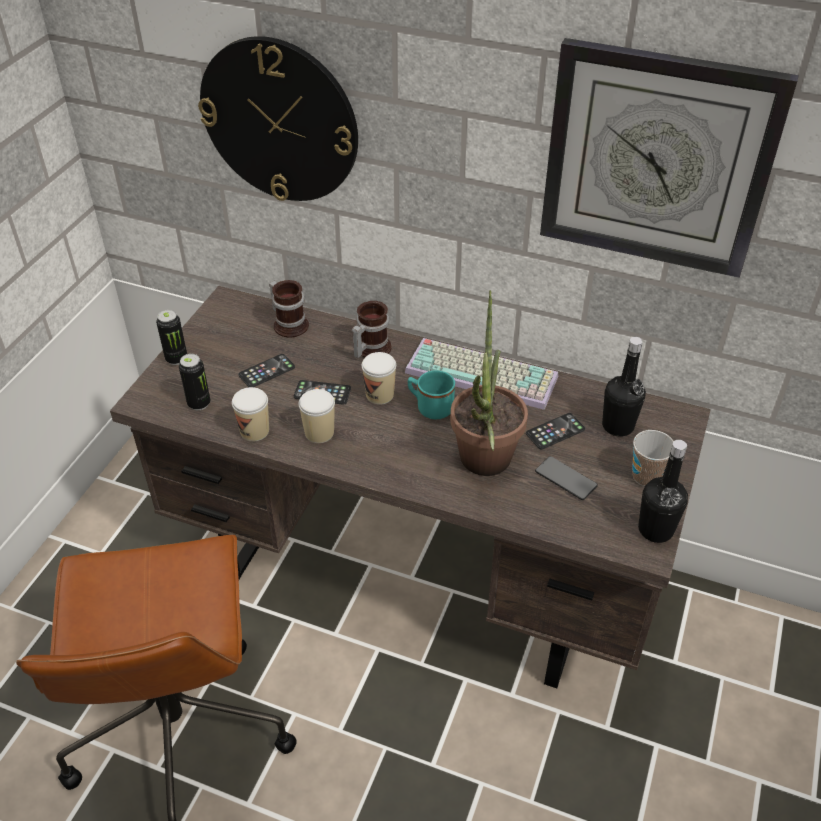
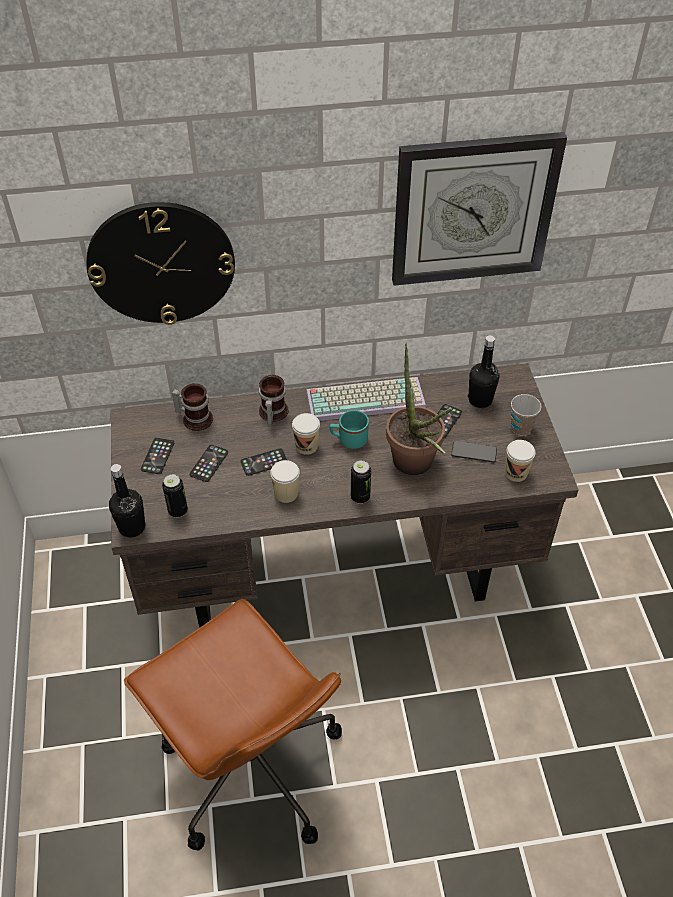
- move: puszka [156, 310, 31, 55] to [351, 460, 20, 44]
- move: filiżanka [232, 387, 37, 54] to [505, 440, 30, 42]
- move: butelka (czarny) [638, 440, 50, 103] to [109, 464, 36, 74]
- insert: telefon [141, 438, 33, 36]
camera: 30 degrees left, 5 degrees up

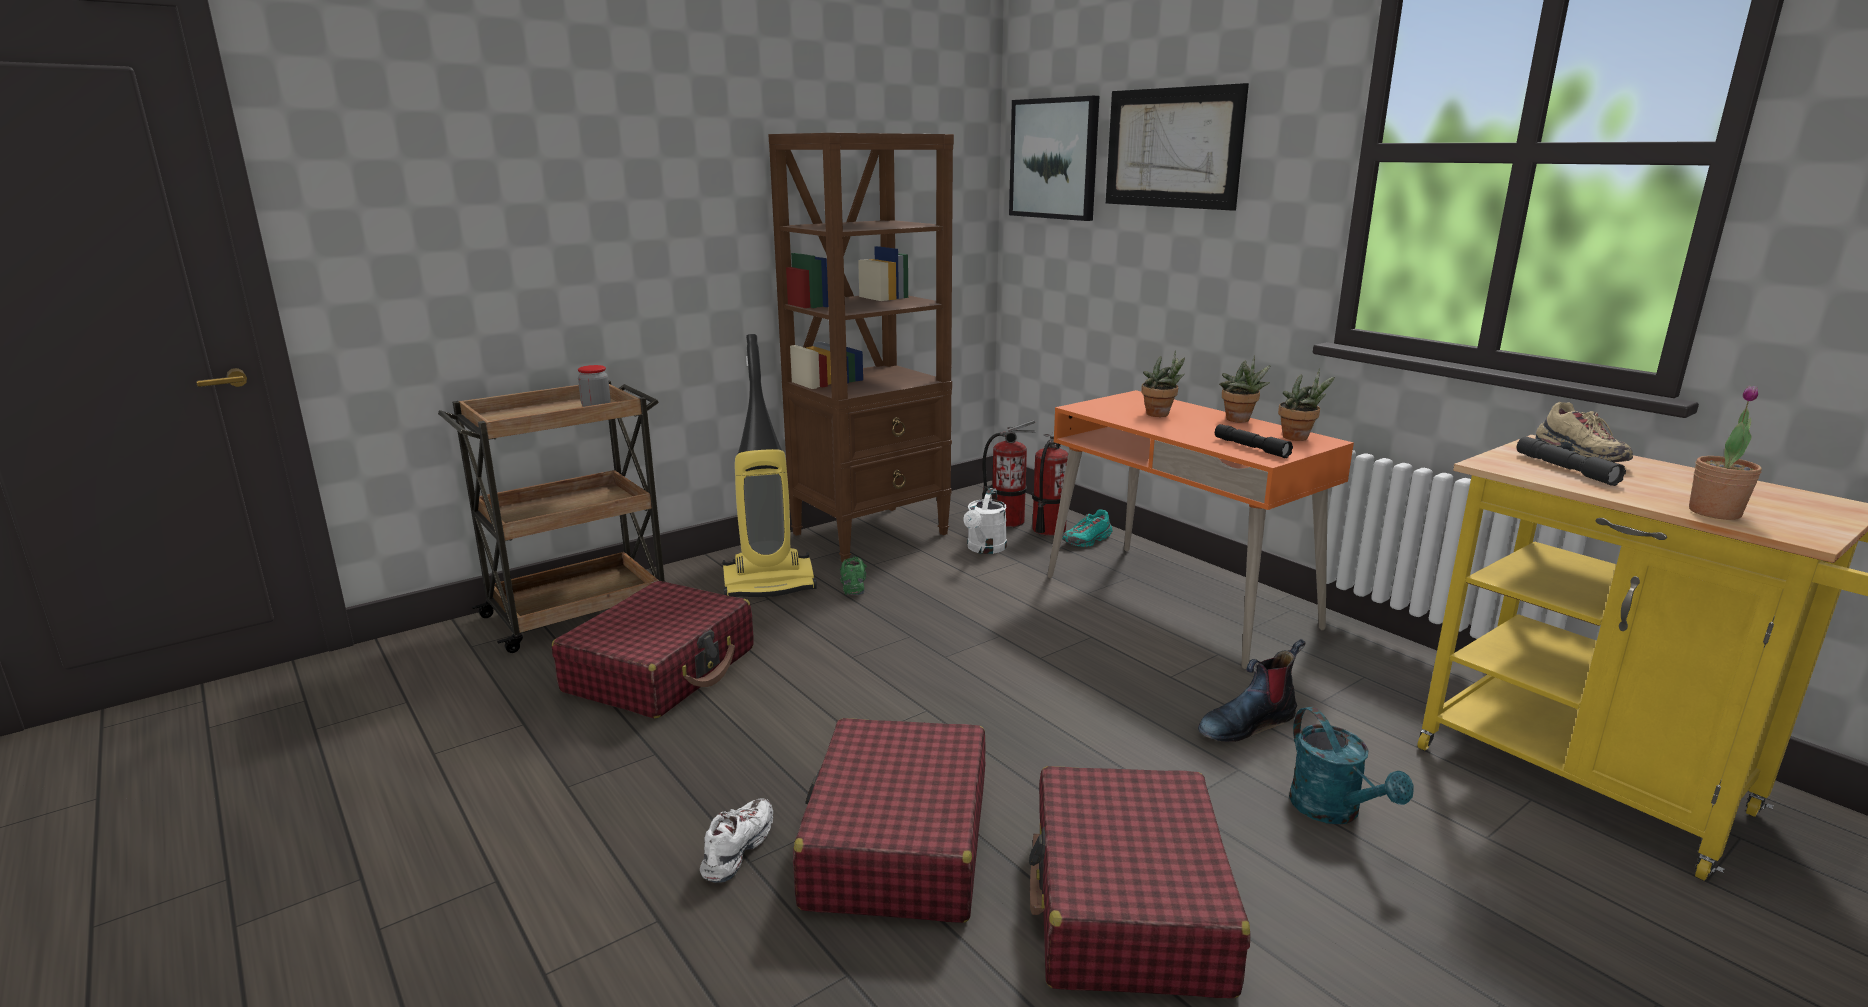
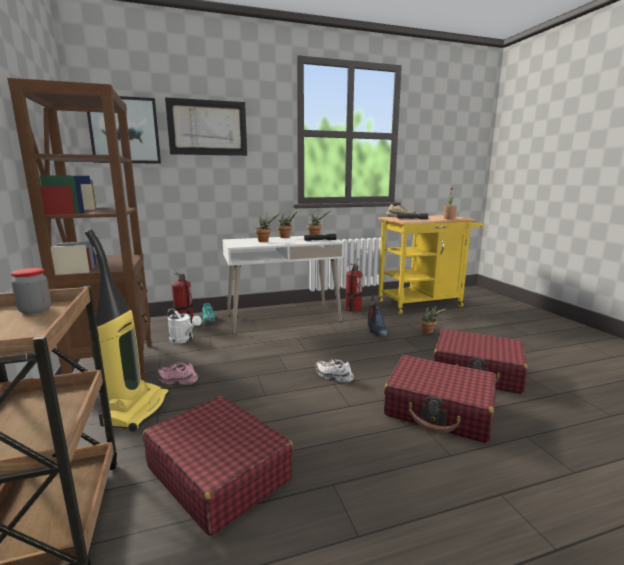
- recolor: biurko (pomarańczowy) [1047, 390, 307, 279] to biurko (biały) [223, 236, 121, 98]
- move: gaśnica [982, 420, 54, 107] to [345, 258, 18, 54]
- recolor: but (zielony) [840, 556, 27, 39] to but (różowy) [157, 362, 41, 23]
- replace: konewka (turkusowy) [1289, 707, 125, 117] to roślina doniczkowa [420, 305, 26, 29]
- move: but (biały) [700, 799, 73, 84] to [315, 359, 39, 24]
camera: 70 degrees left, 5 degrees down

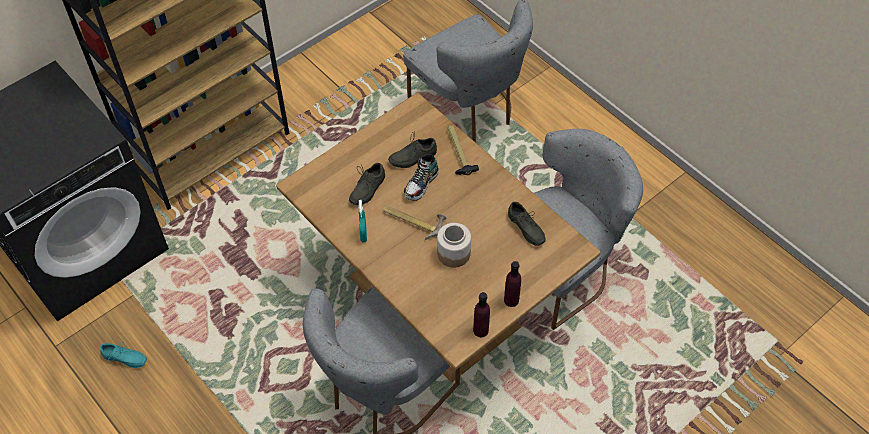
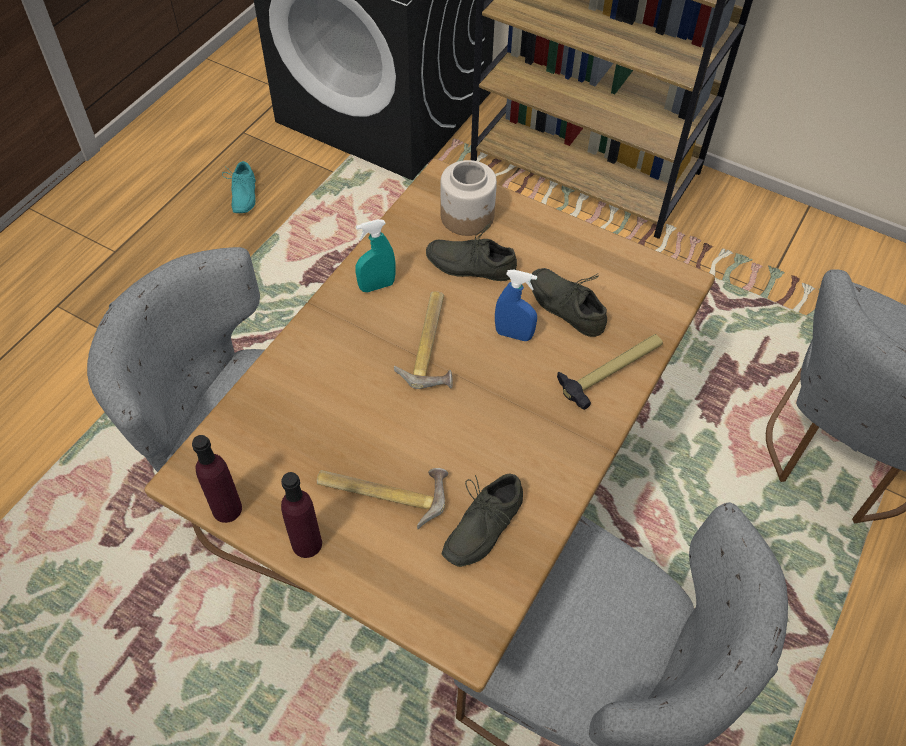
- replace: but [404, 154, 35, 47] to spryskiwacz (niebieski) [495, 270, 42, 71]
- move: słoik [437, 223, 34, 45] to [440, 160, 57, 76]
- insert: młotek [317, 468, 131, 61]
camera: 70 degrees right, 0 degrees up

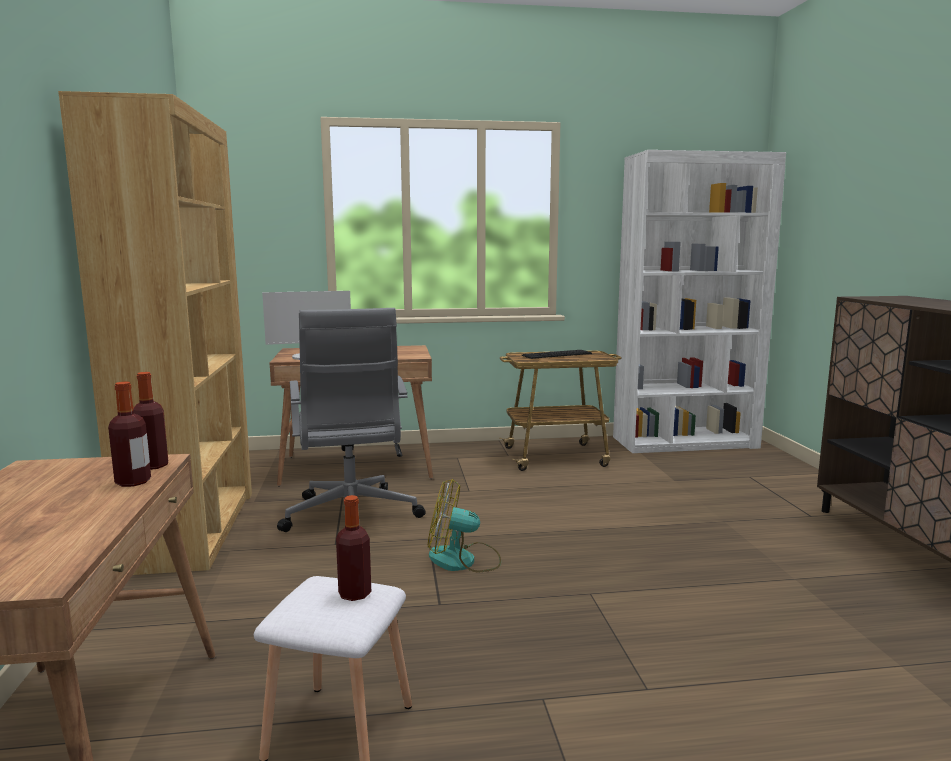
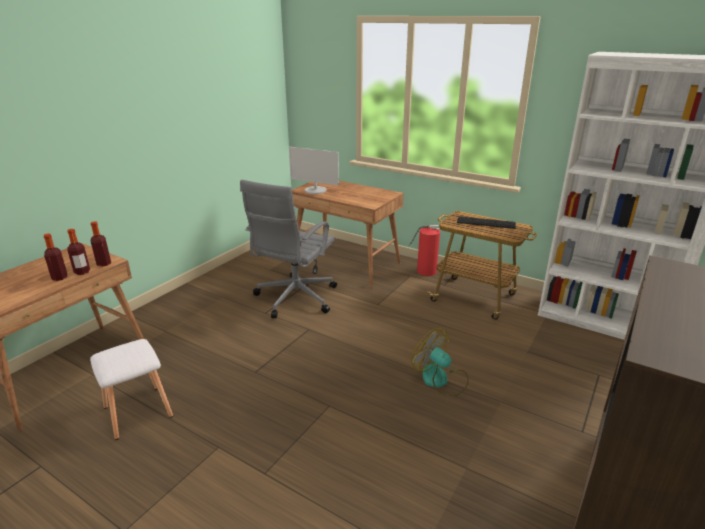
- delete: regał (brązowy) [58, 91, 194, 484]
- move: wentylator [428, 479, 73, 94] to [411, 328, 58, 68]
- move: butelka [336, 495, 35, 106] to [44, 233, 24, 48]
- insert: gaśnica [409, 225, 31, 51]
camera: 40 degrees right, 15 degrees up

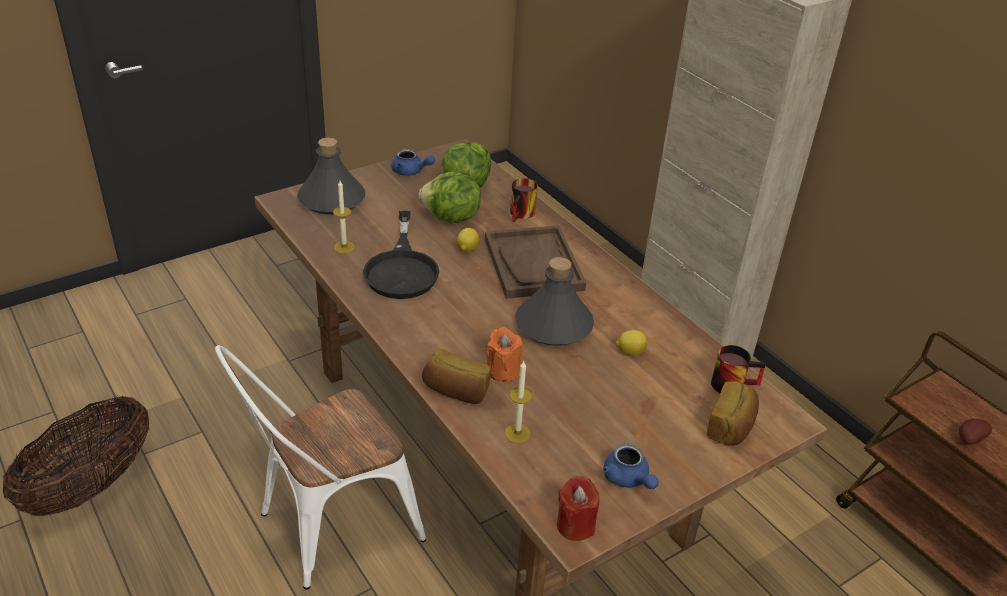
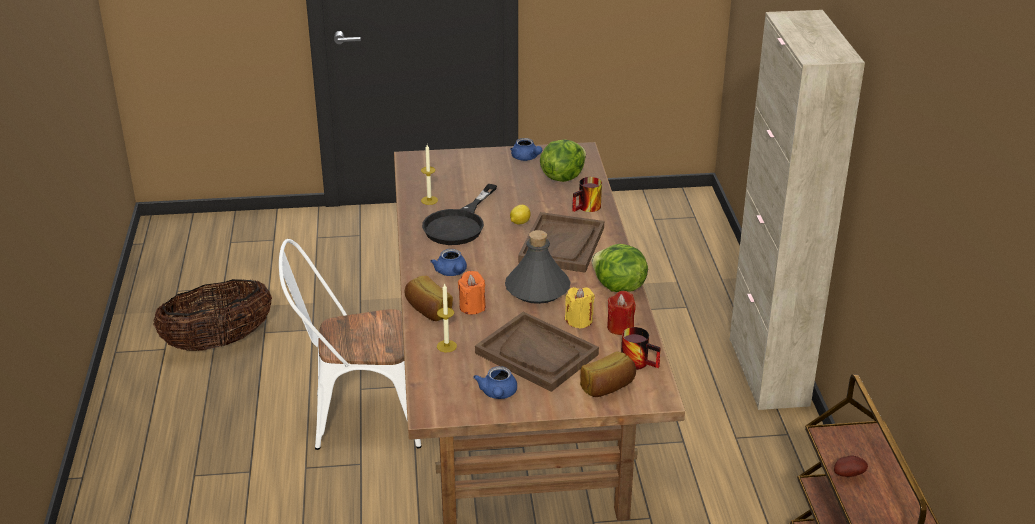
- delete: butelka (szary) [297, 138, 68, 76]
- move: sałata [419, 172, 62, 51] to [592, 244, 56, 48]
- replace: cytryna [616, 330, 31, 26] to świeca (żółty) [565, 287, 30, 42]
- move: świeca (czerwony) [557, 476, 42, 65] to [607, 291, 29, 44]
- insert: imbryk (niebieski) [430, 249, 37, 27]
- insert: taca (brązowy) [475, 312, 124, 80]
camera: 30 degrees right, 5 degrees down

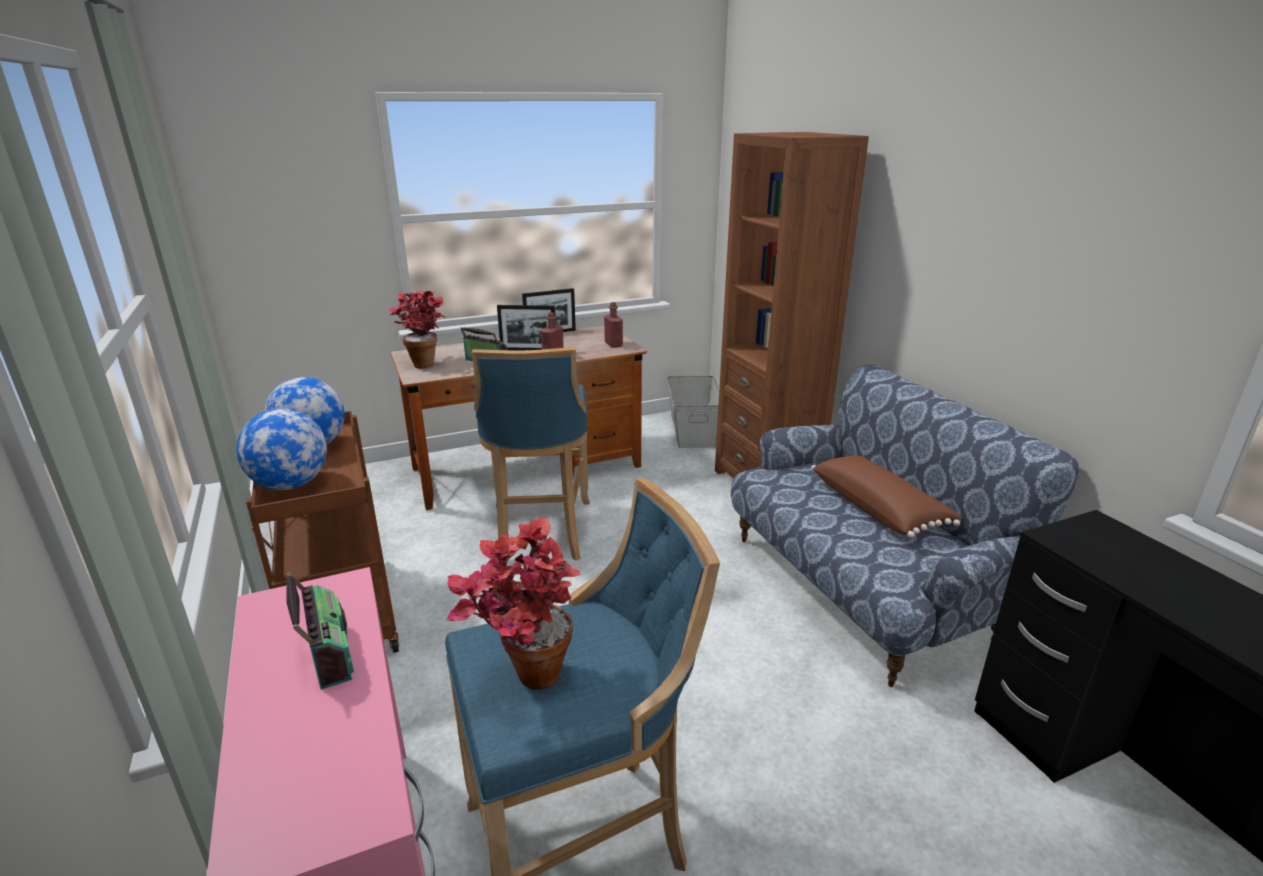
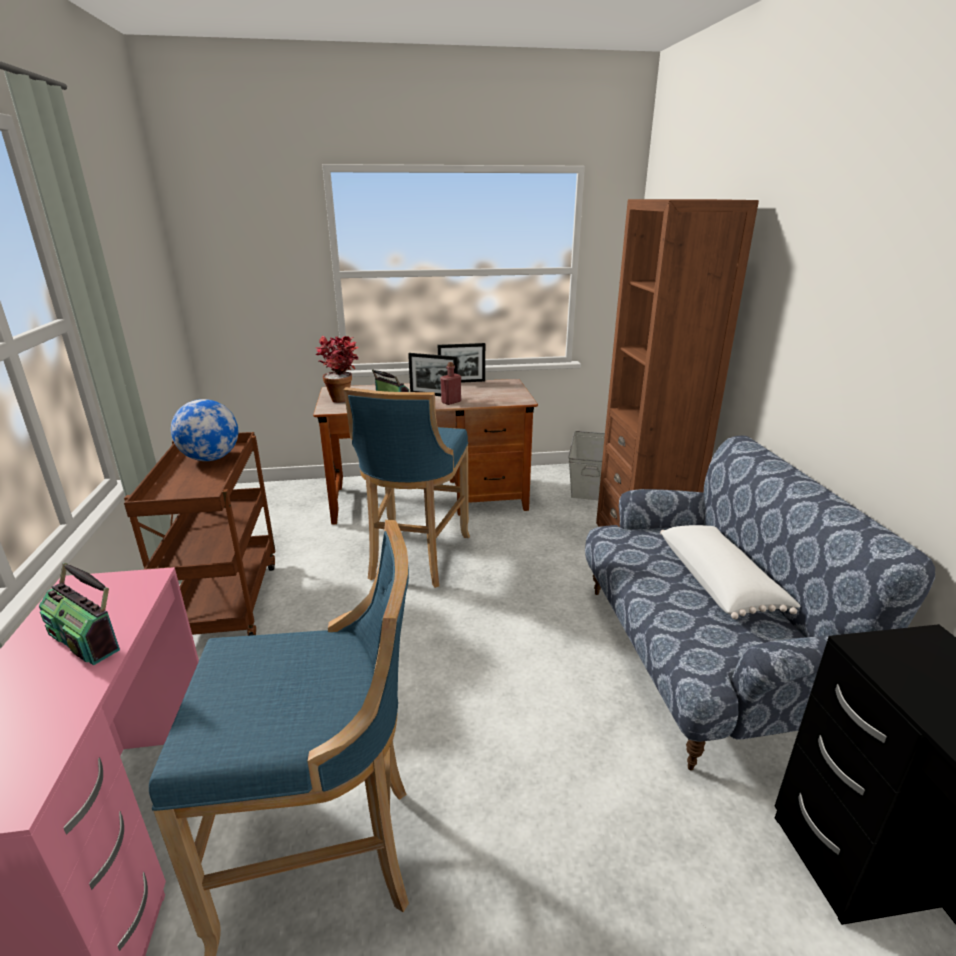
- delete: butelka (czerwony) [604, 302, 19, 46]
- delete: globus [236, 408, 91, 82]
- recolor: poduszka (brązowy) [811, 456, 151, 82] to poduszka (biały) [660, 525, 140, 94]
- delete: roślina doniczkowa [447, 518, 134, 172]
- rotate: radio [286, 572, 68, 118] = [39, 563, 81, 103] 135 degrees clockwise
camera: 15 degrees right, 0 degrees up

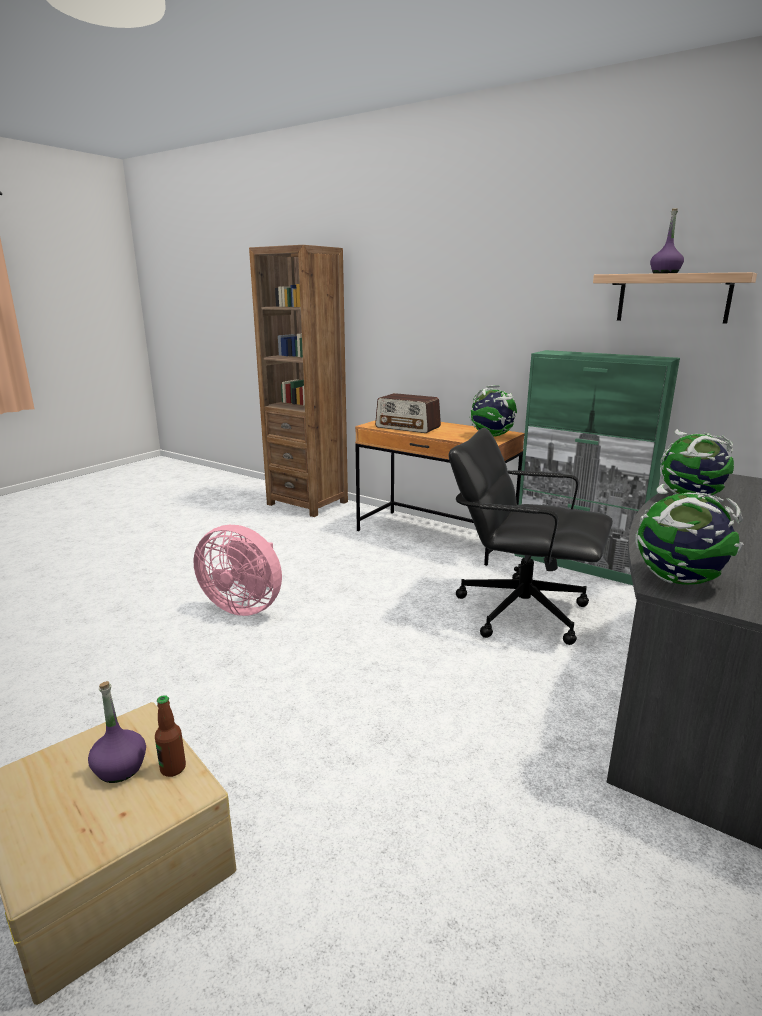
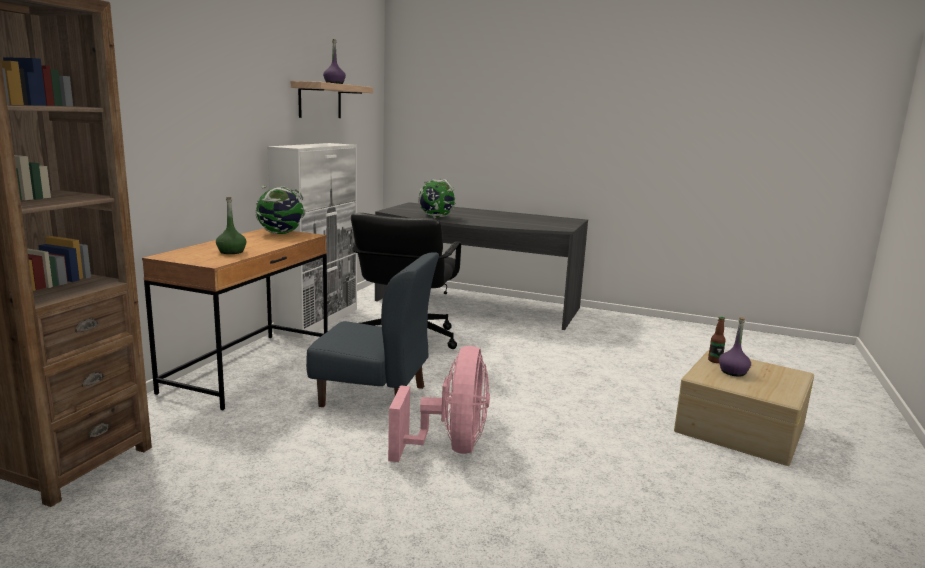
- recolor: szafka (zielony) [514, 350, 166, 235] to szafka (biały) [267, 143, 90, 195]
- replace: radio [375, 393, 66, 40] to butelka (zielony) [216, 197, 31, 57]
- delete: globus [635, 484, 109, 101]
- insert: krzesło (niebieski) [306, 252, 133, 155]
camera: 105 degrees left, 5 degrees down

